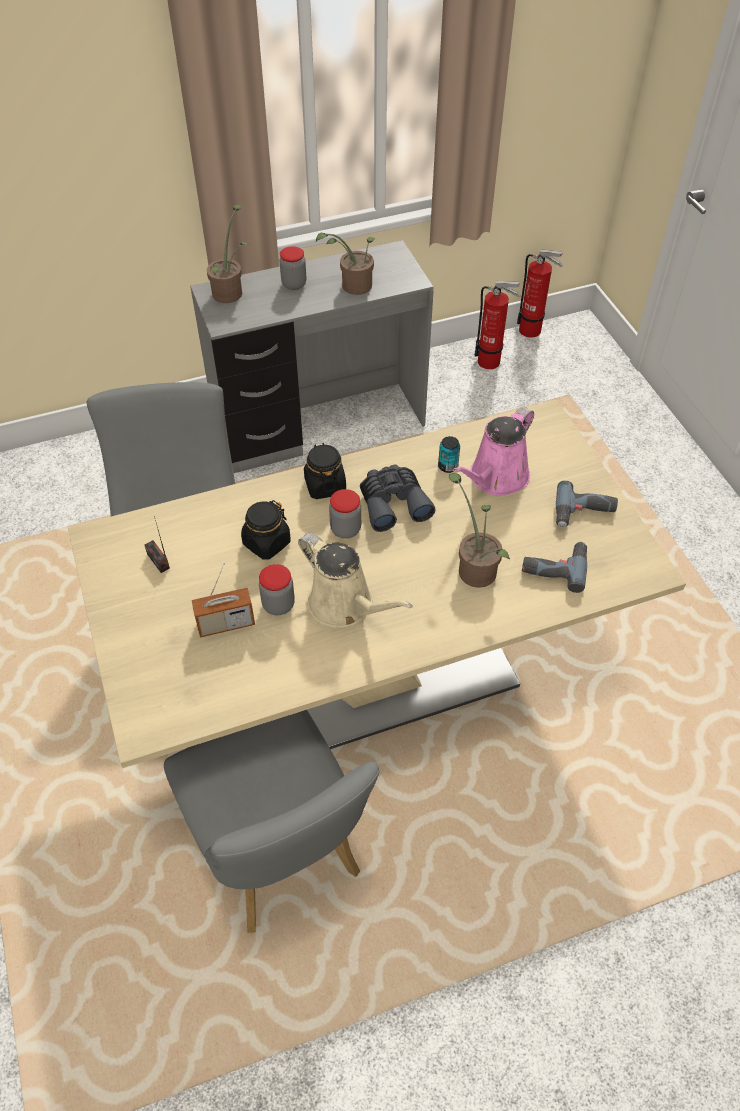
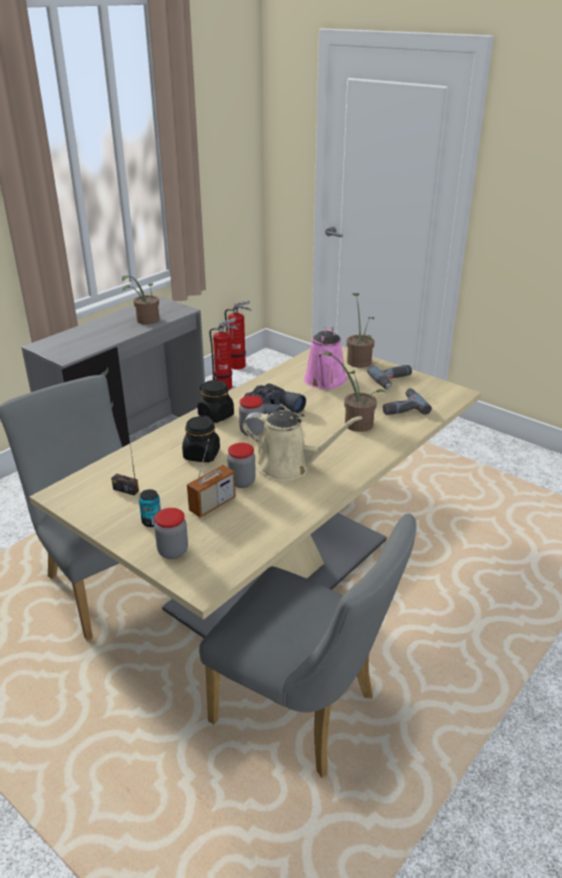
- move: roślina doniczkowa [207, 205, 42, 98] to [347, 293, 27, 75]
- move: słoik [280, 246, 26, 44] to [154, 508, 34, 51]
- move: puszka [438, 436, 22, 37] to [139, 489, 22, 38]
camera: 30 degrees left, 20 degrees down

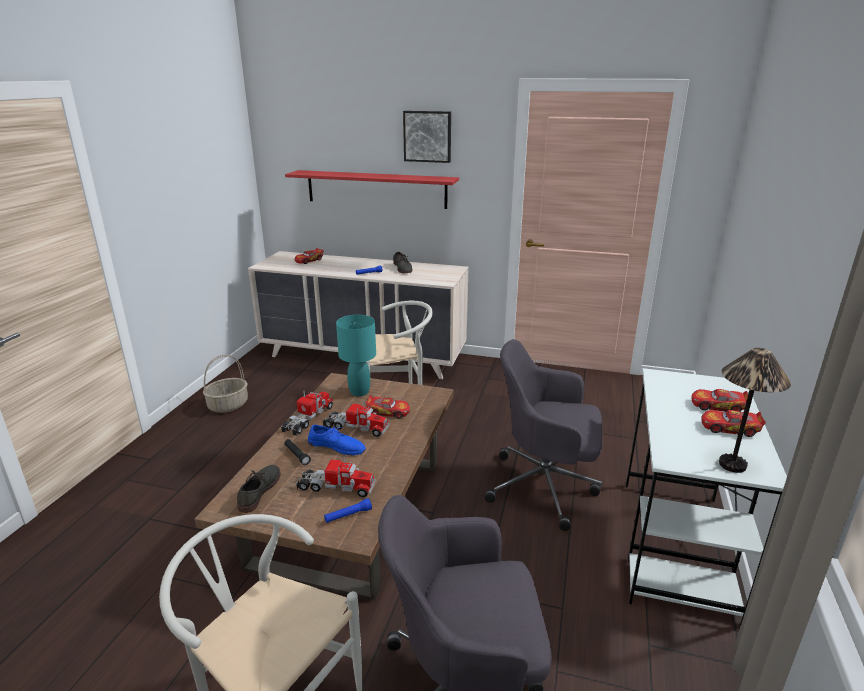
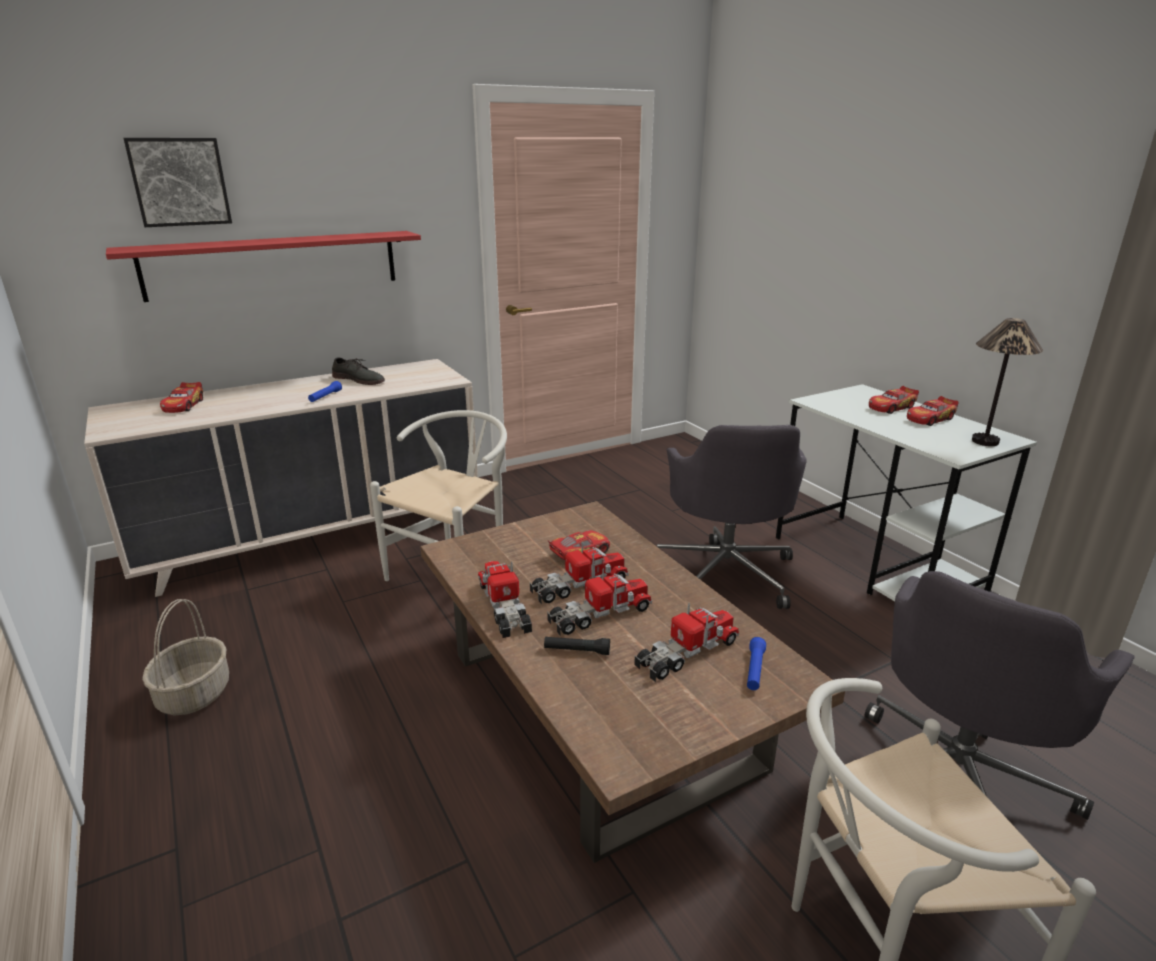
- move: obraz [403, 111, 48, 52] to [124, 138, 108, 89]
- delete: lampa stołowa (turkusowy) [336, 315, 40, 81]
- rotate: krzesło biurowe (szary) [485, 339, 117, 192] = [657, 425, 150, 184] 60 degrees counterclockwise
- replace: but (niebieski) [308, 425, 58, 30] to ciężarówka zabawkowa [547, 568, 105, 68]
- delete: but (szary) [237, 465, 44, 48]
camera: 45 degrees left, 0 degrees up

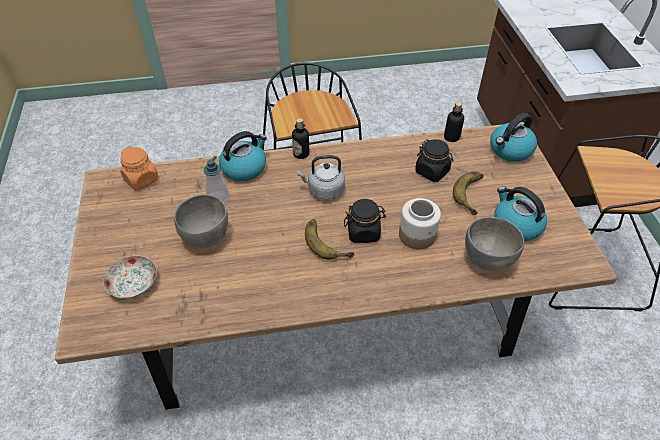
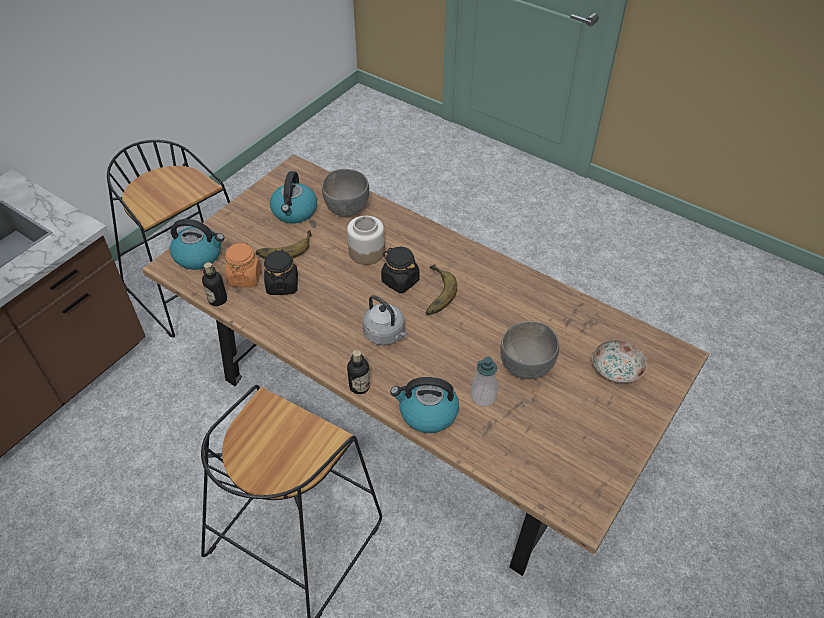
- move: słoik (pomarańczowy) [120, 147, 39, 43] to [225, 242, 36, 45]
camera: 135 degrees left, 0 degrees up

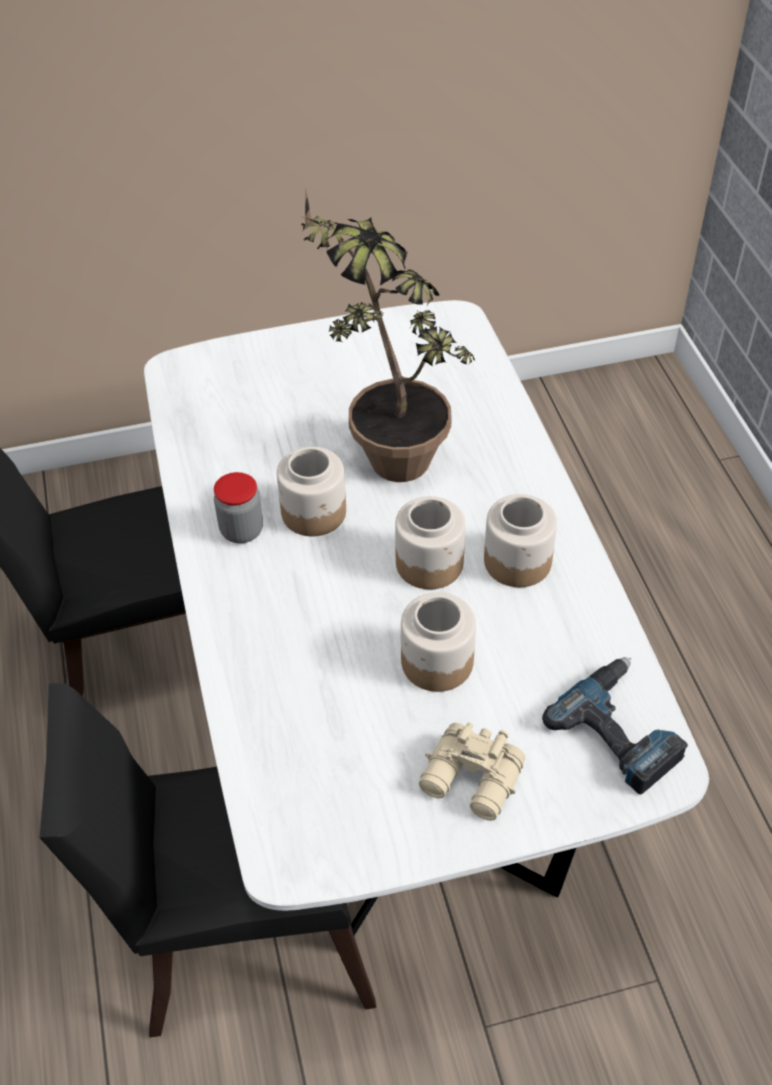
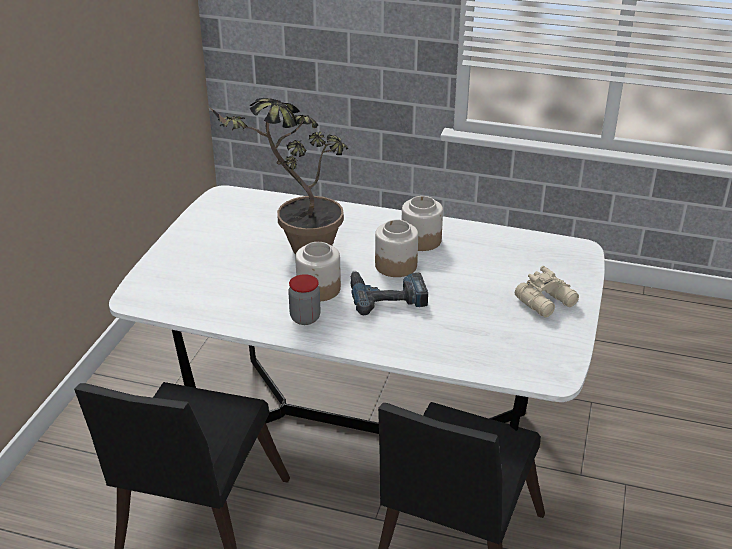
- delete: słoik [401, 593, 75, 99]
- move: wiertarka [542, 657, 146, 138] to [350, 271, 78, 44]
camera: 60 degrees left, 15 degrees down

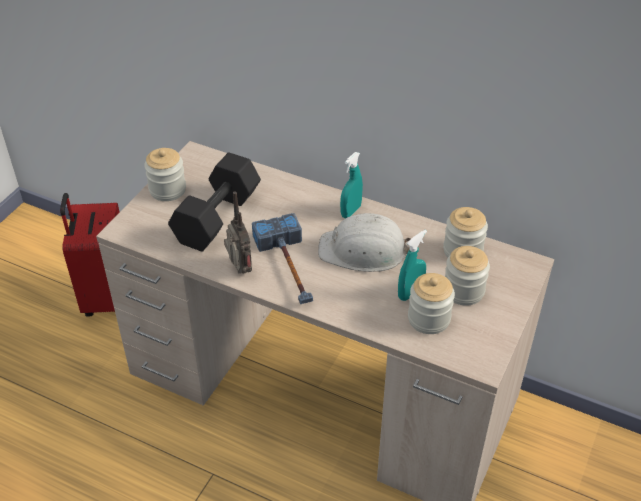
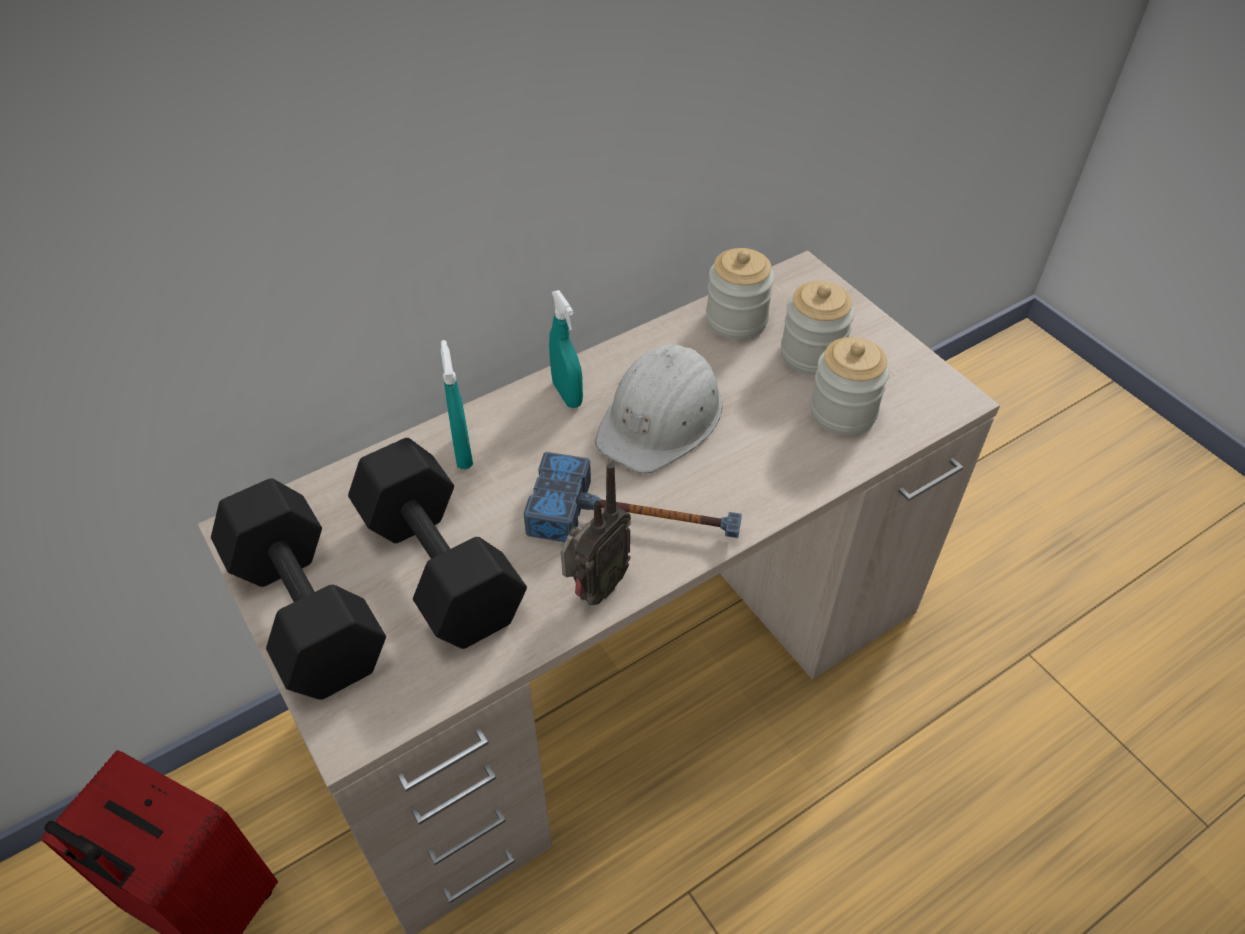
- replace: słoik [144, 148, 42, 53] to hantel (czarny) [211, 478, 175, 222]
- rotate: radio [224, 191, 28, 83] = [561, 462, 70, 143] 120 degrees clockwise
- move: spryskiwacz (turkusowy) [398, 230, 29, 71] to [441, 340, 32, 129]
camera: 60 degrees left, 5 degrees up

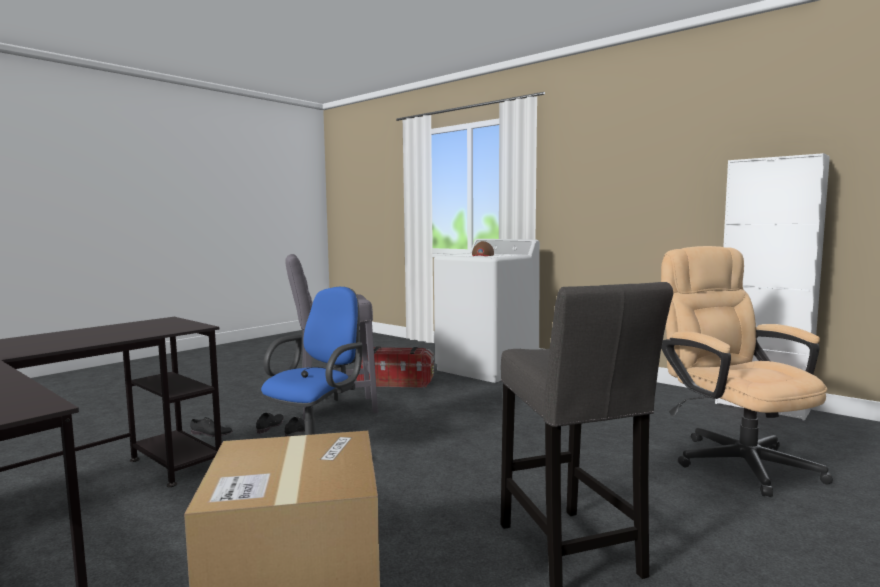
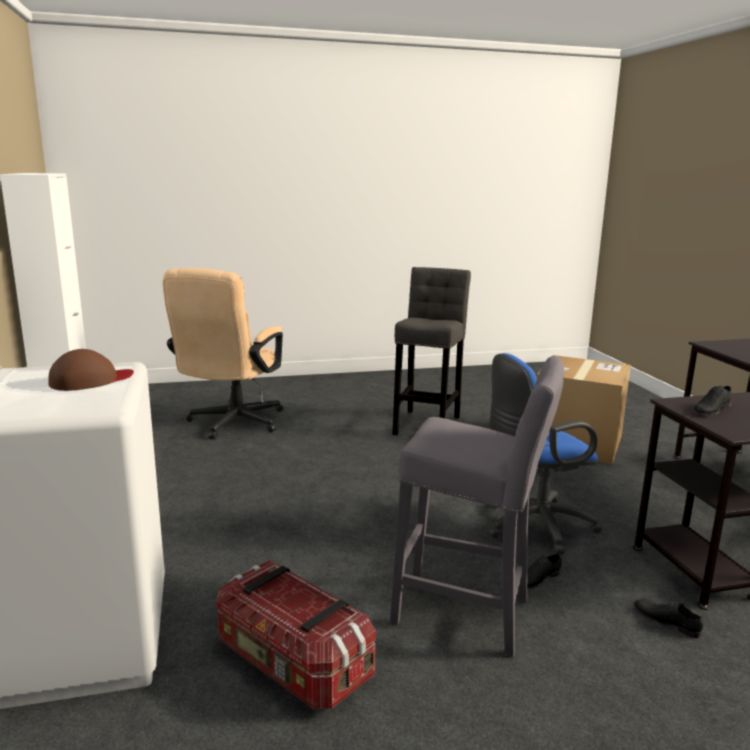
- move: but (czarny) [256, 412, 28, 22] to [694, 386, 37, 29]
camera: 145 degrees left, 10 degrees up

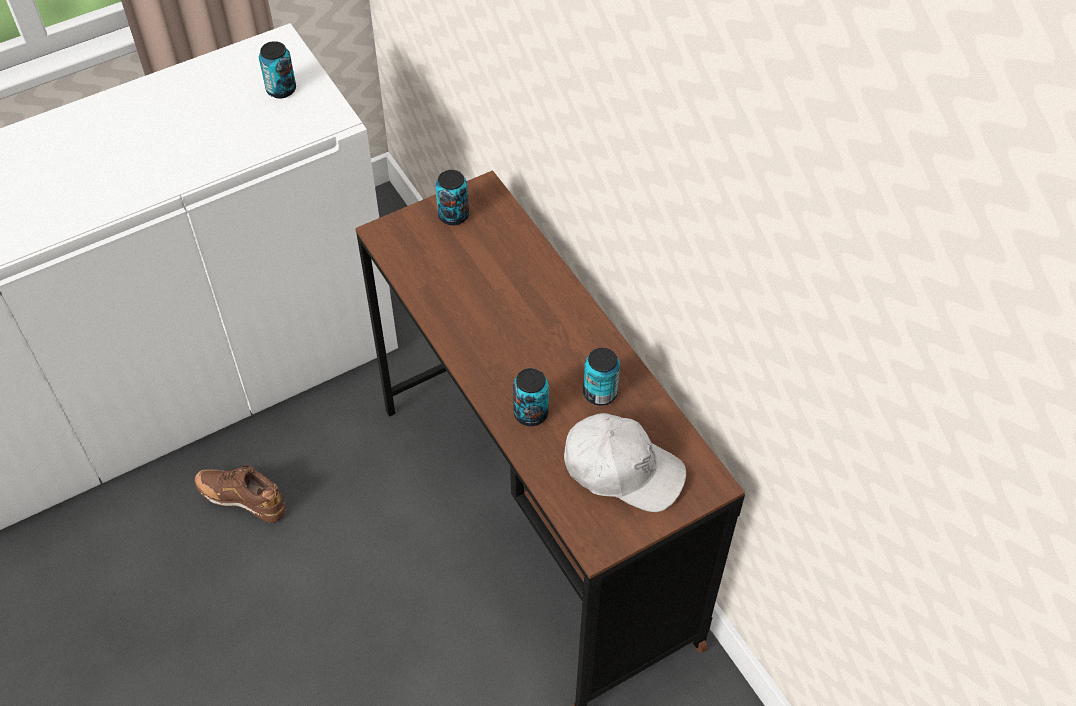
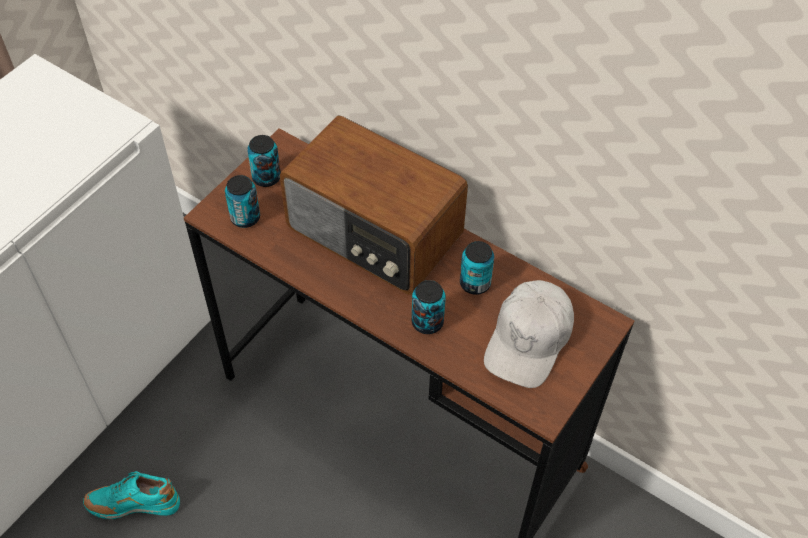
- move: puszka [259, 41, 37, 57] to [225, 175, 35, 53]
- rotate: czapka z daszkiem (biały) [564, 413, 122, 99] = [484, 280, 90, 108] 120 degrees clockwise
- recolor: but (brązowy) [195, 465, 91, 58] to but (turkusowy) [83, 471, 97, 48]
- insert: radio [280, 115, 188, 180]
camera: 25 degrees left, 0 degrees up

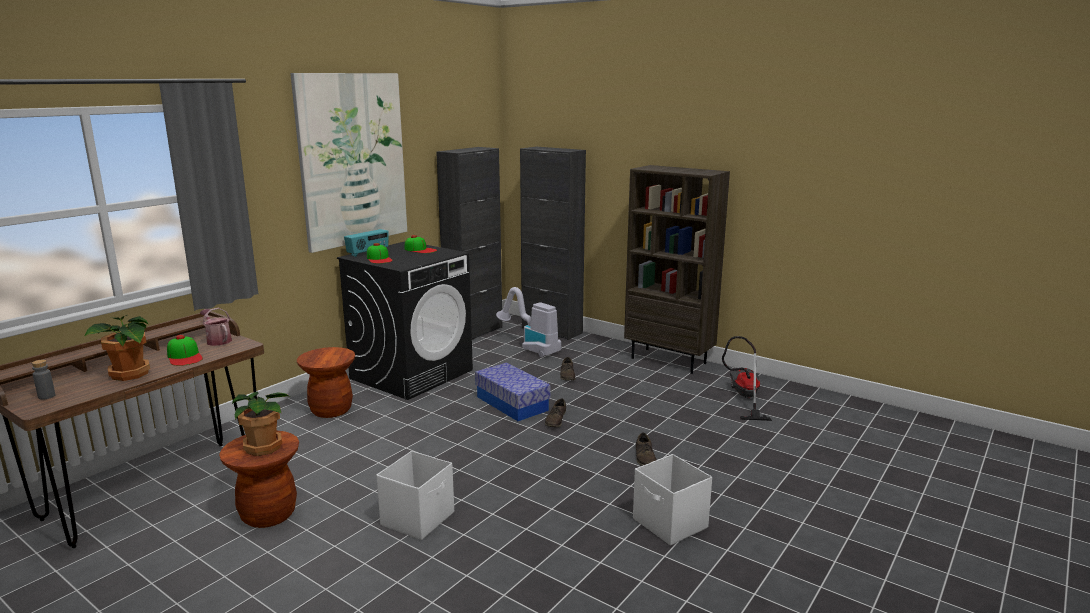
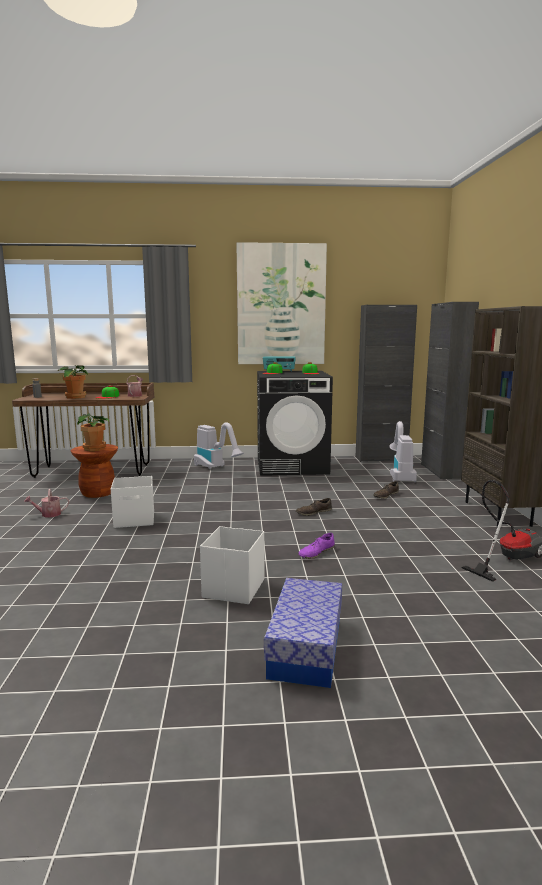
- replace: stołek (brązowy) [297, 347, 58, 71] to odkurzacz [194, 422, 50, 47]
- move: pojemnik do przechowywania [475, 363, 76, 58] to [264, 578, 78, 110]
- recolor: but (brązowy) [636, 433, 20, 33] to but (fioletowy) [298, 533, 37, 26]
- insert: konewka [24, 489, 45, 28]
camera: 50 degrees right, 5 degrees down

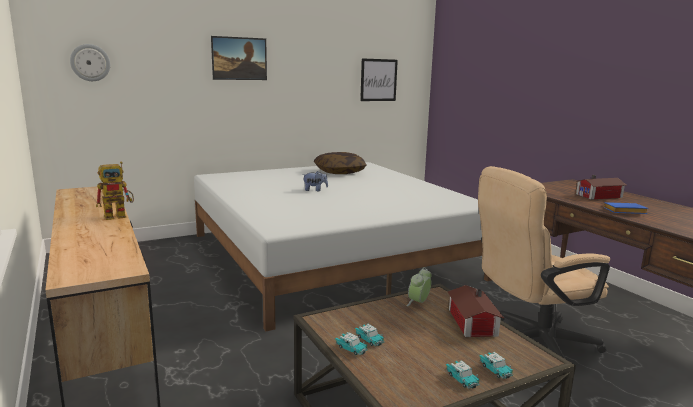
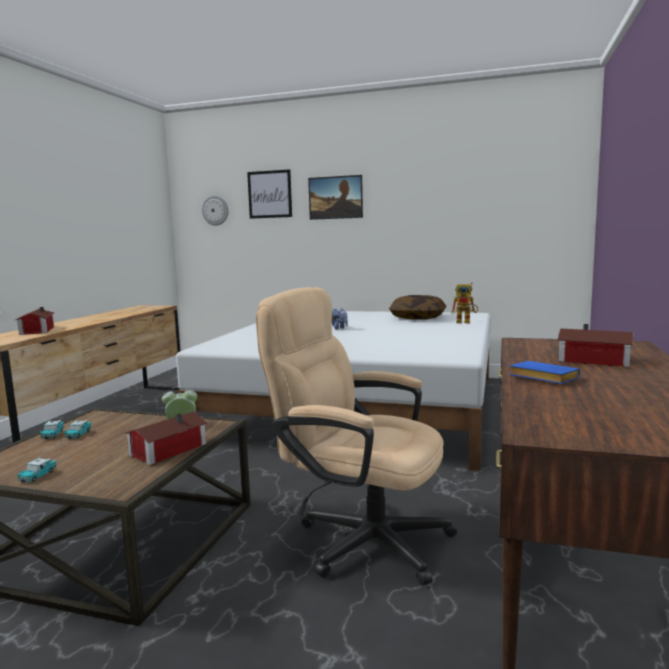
- move: obraz [360, 58, 38, 43] to [247, 169, 45, 50]
- move: robot zabawkowy [96, 162, 38, 58] to [451, 282, 27, 41]
- delete: samochodzik [479, 352, 34, 27]
- insert: domek [16, 307, 39, 28]
camera: 45 degrees right, 5 degrees down

